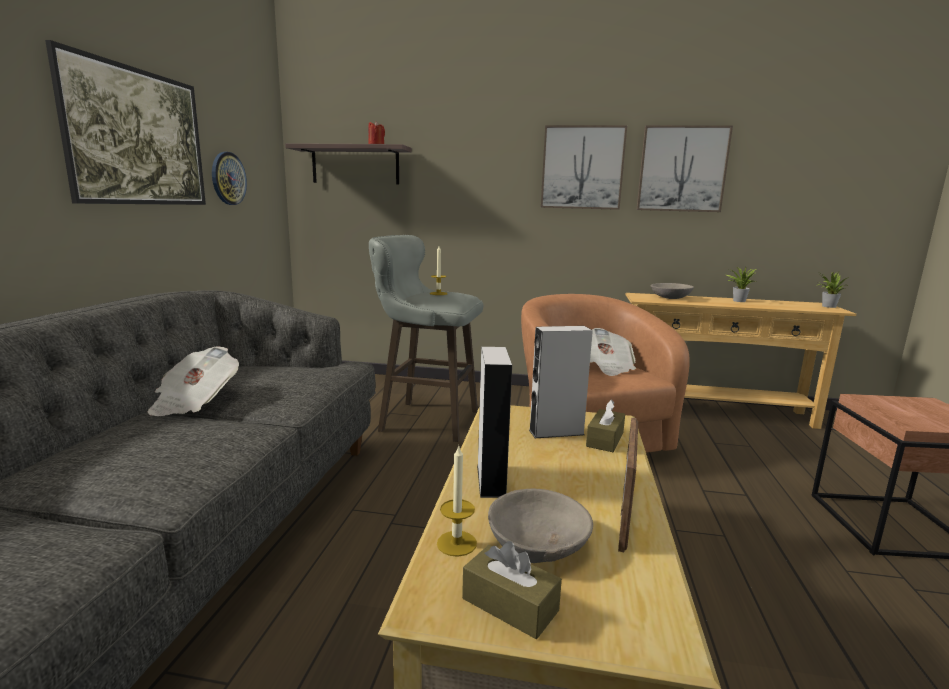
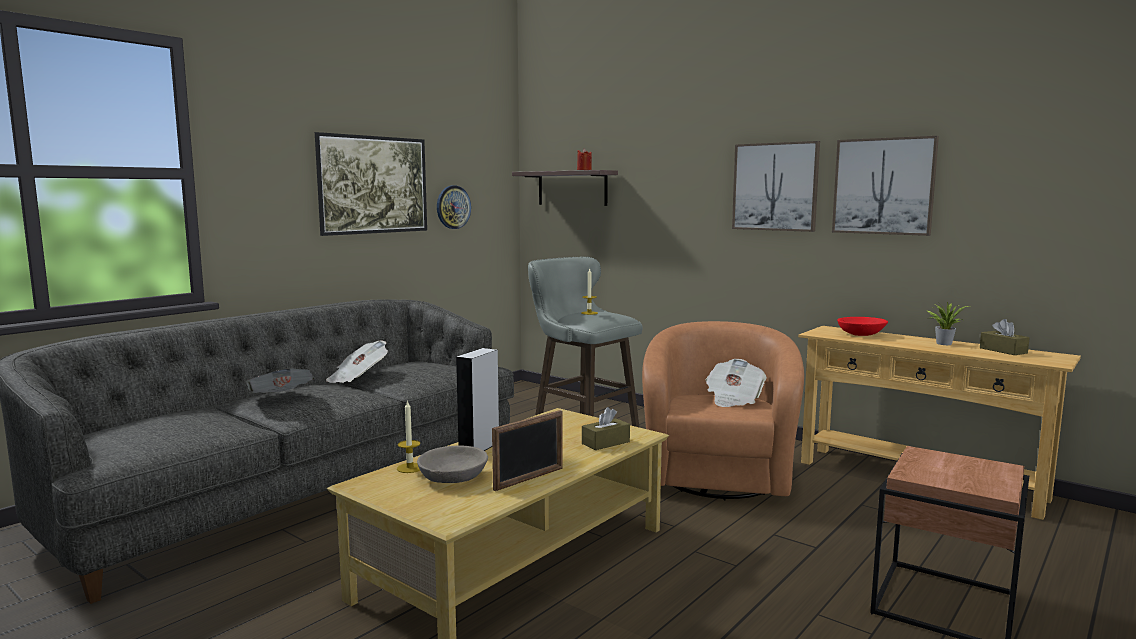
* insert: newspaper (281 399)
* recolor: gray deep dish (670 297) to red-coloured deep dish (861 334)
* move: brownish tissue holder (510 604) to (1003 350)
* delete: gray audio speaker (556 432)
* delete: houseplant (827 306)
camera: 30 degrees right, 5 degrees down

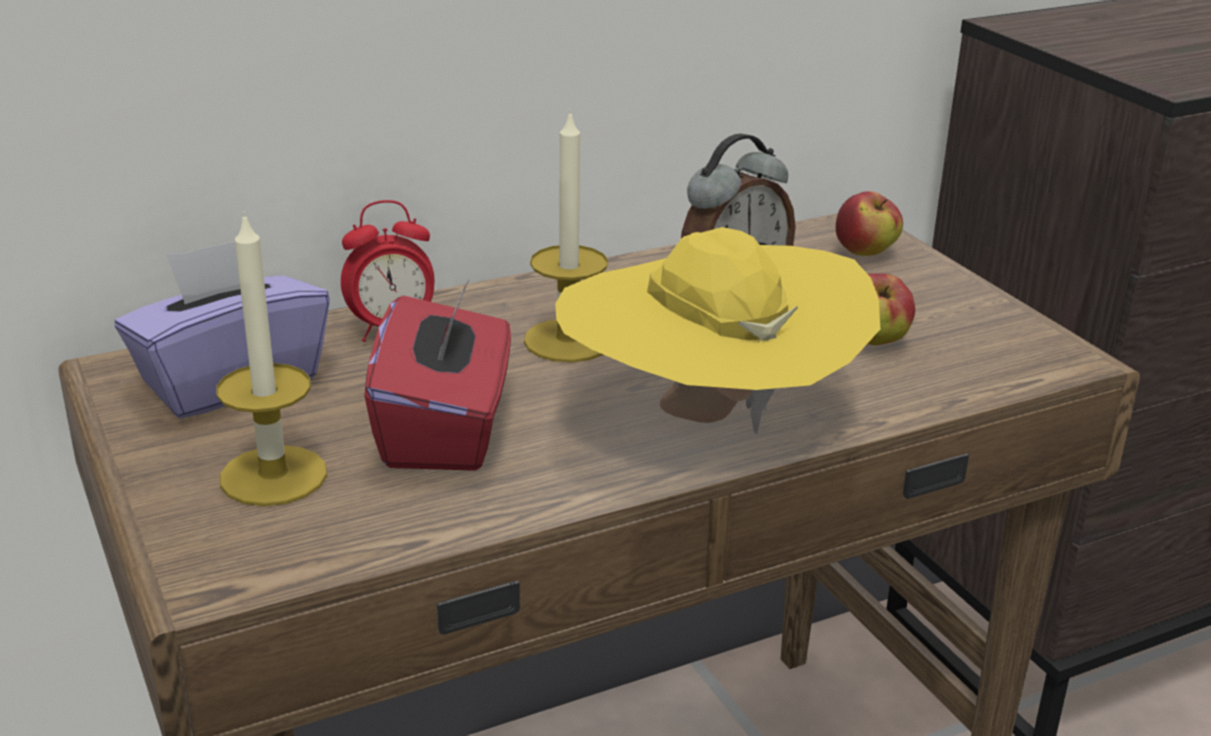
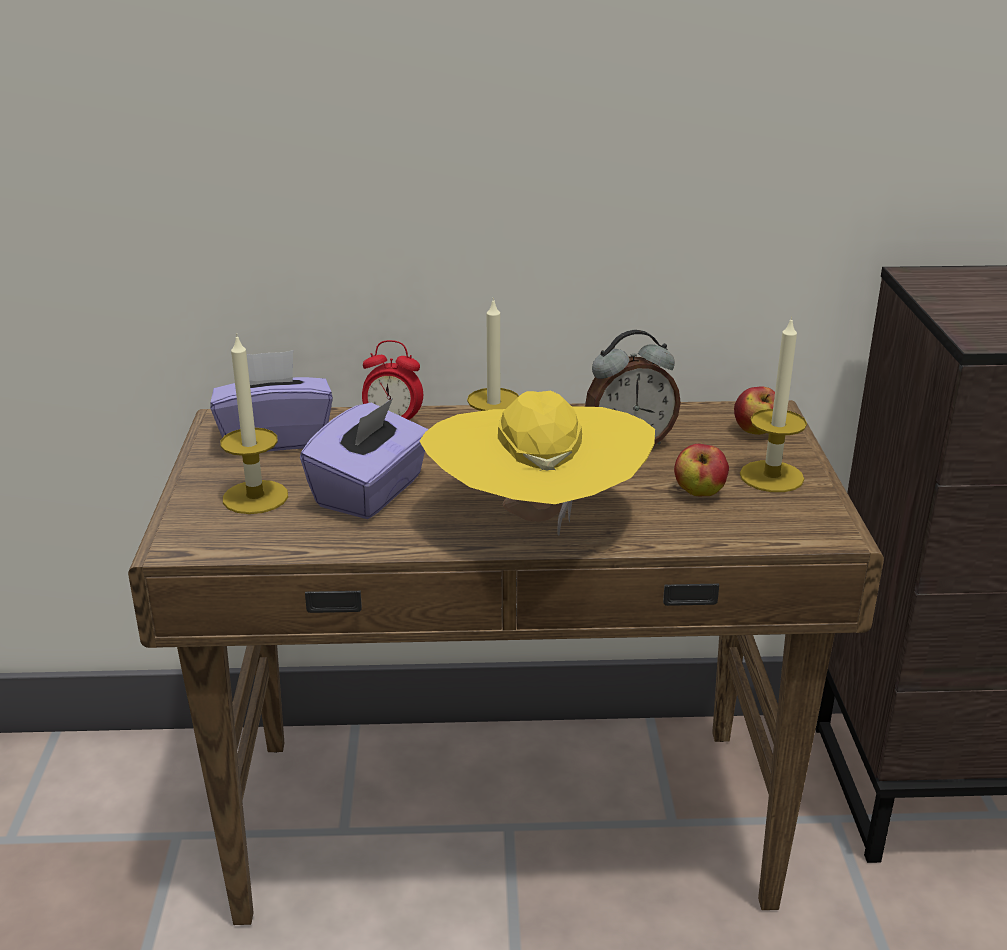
* recolor: red-coloured tissue holder (445 430) to purple-coloured tissue holder (371 492)
* insert: wax light (771 476)
camera: 25 degrees right, 0 degrees up

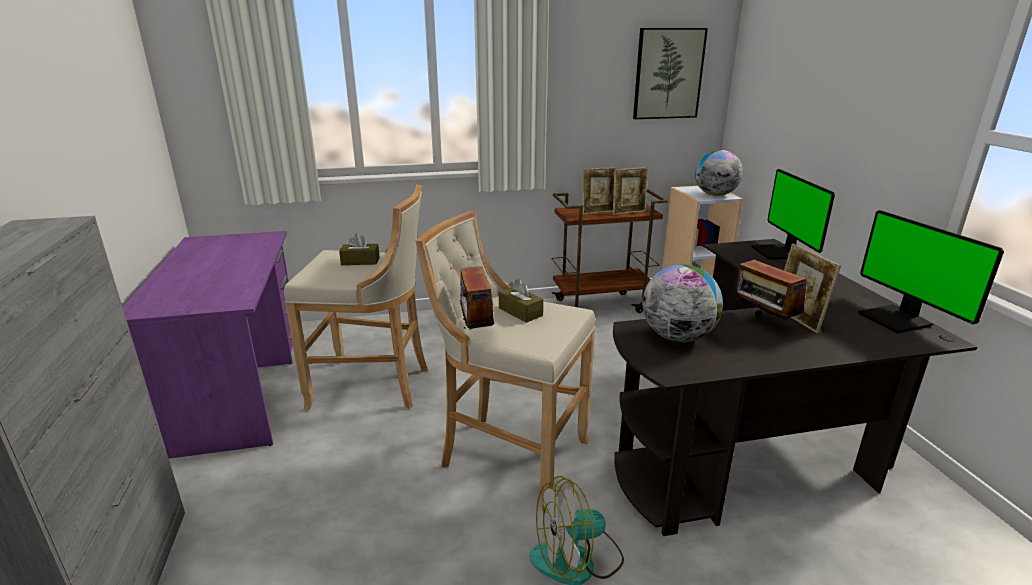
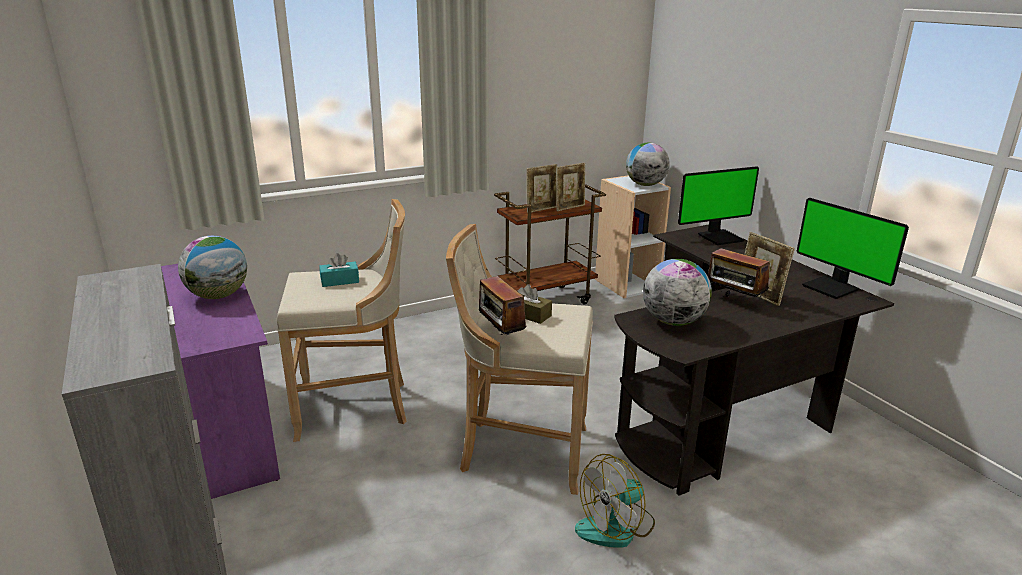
* insert: globe (218 296)
* recolor: brownish tissue holder (360 261) to turquoise tissue holder (340 281)
* rotate: computer screen (779 252) = (719 237) 90 degrees counterclockwise
* delete: wall art (668 74)
camera: 15 degrees left, 0 degrees up

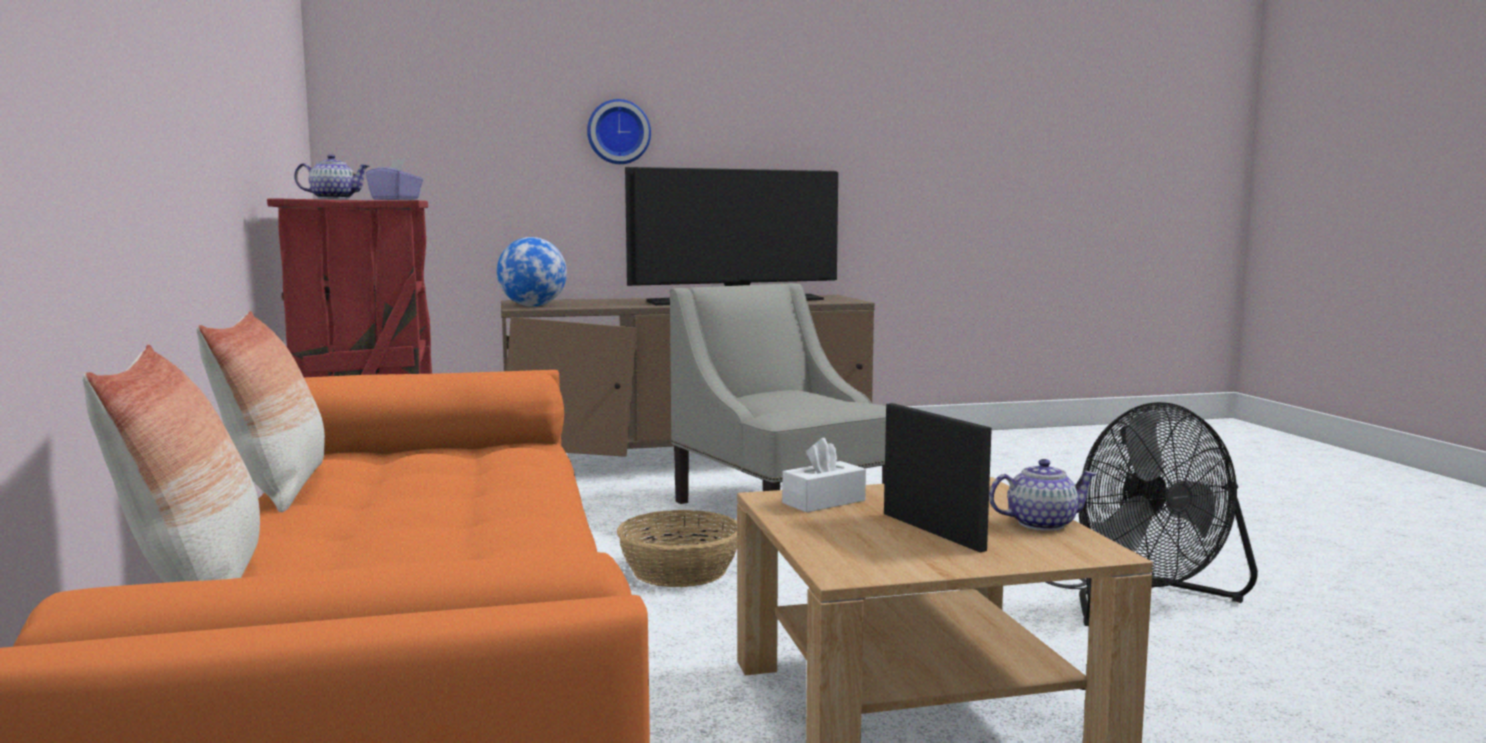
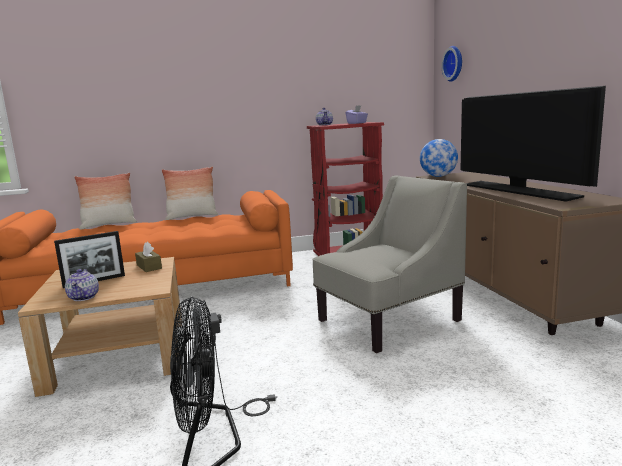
* recolor: whitish tissue holder (824 502) to brownish tissue holder (149 267)
* move: clock on the wall (618 132) to (454 63)
* delete: storage basket (679 571)
camera: 90 degrees right, 5 degrees up

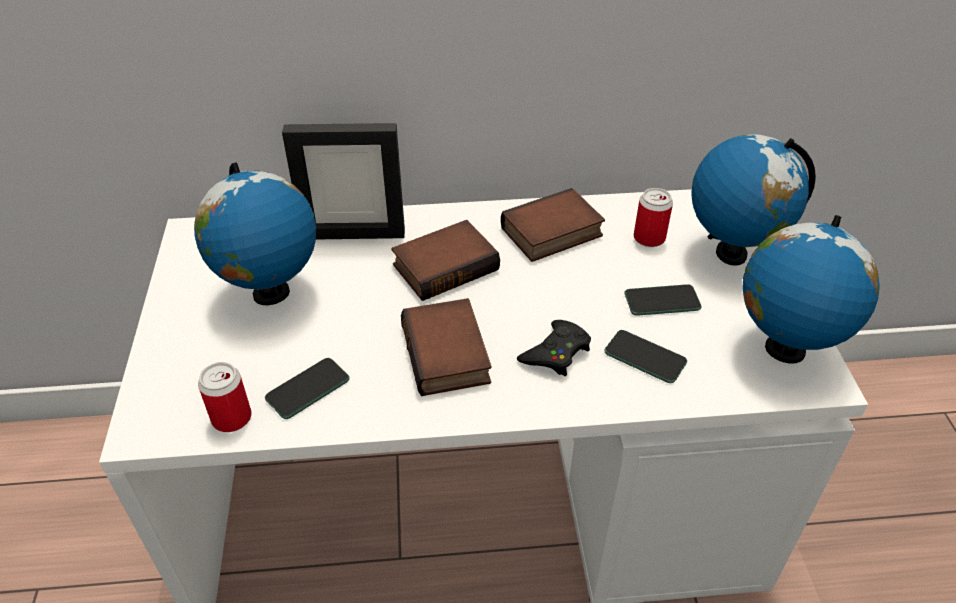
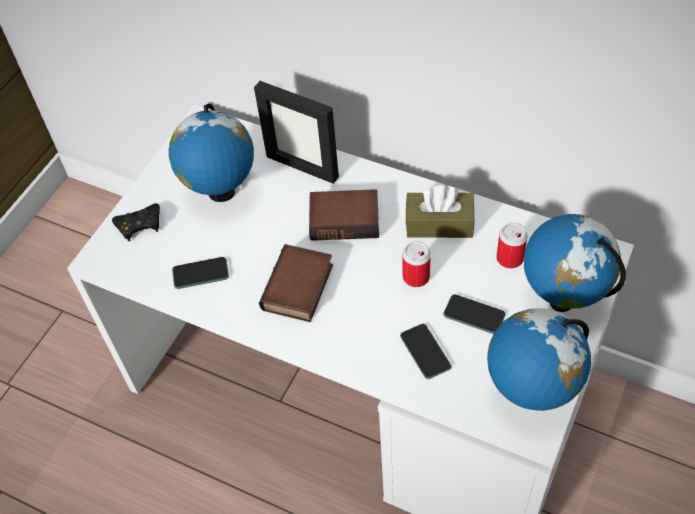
* move: blackish joypad (556 353) to (139 224)
* move: can (231 418) to (416 277)
* replace: volume (551 234) to brownish tissue holder (439 224)
camera: 35 degrees right, 10 degrees up

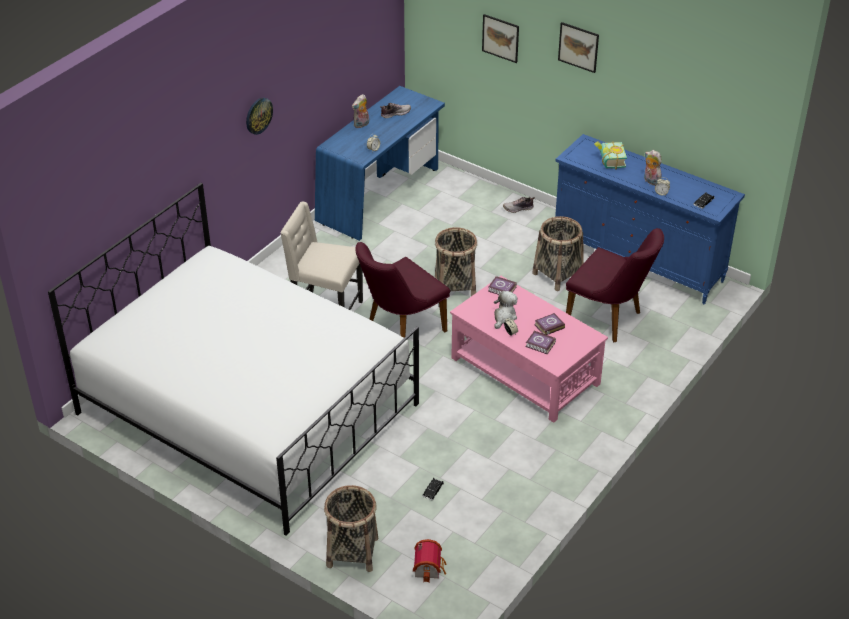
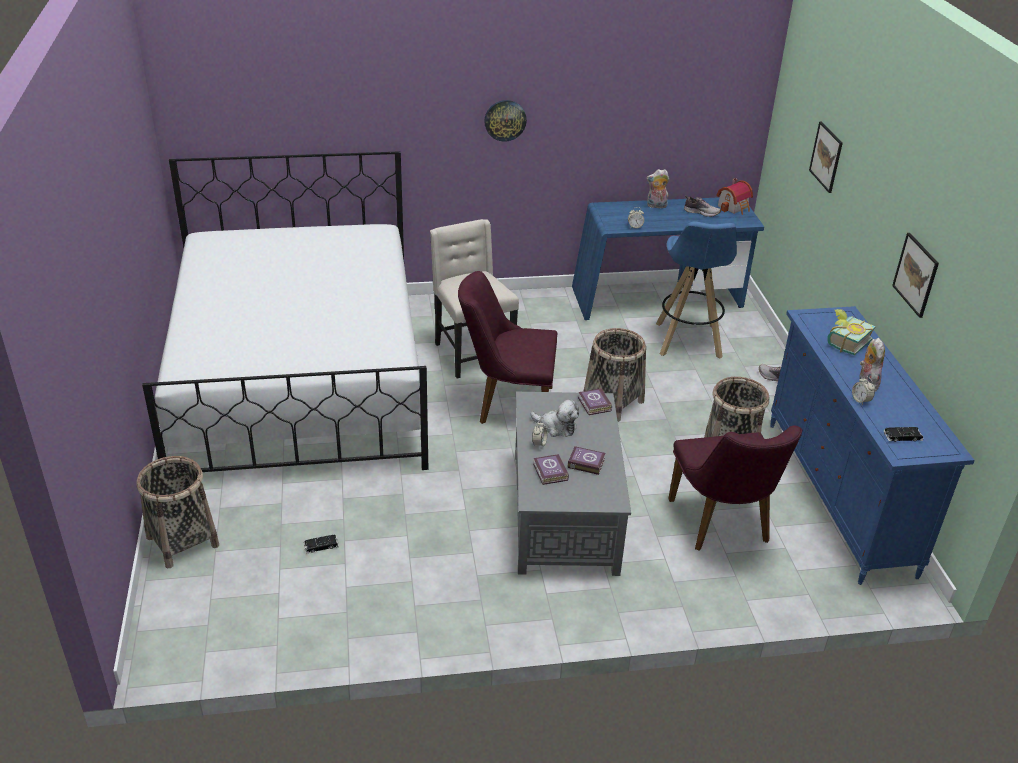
* recolor: pinkish coffee table (524 370) to gray coffee table (564 510)
* rotate: soft toy (504 316) = (556 427) 45 degrees clockwise
* insert: blue-coloured stool (687 341)
* move: miniature house (429 567) to (734 207)
* move: wall art (578 47) to (916 274)
camera: 45 degrees right, 5 degrees down

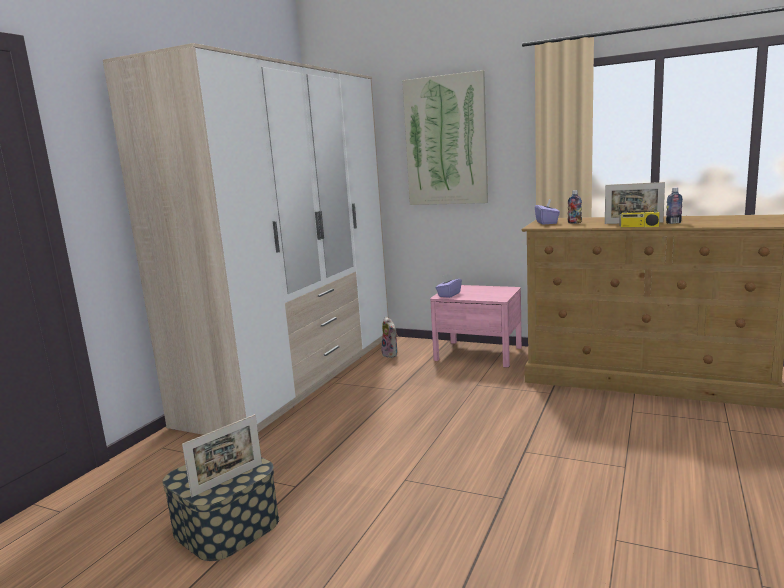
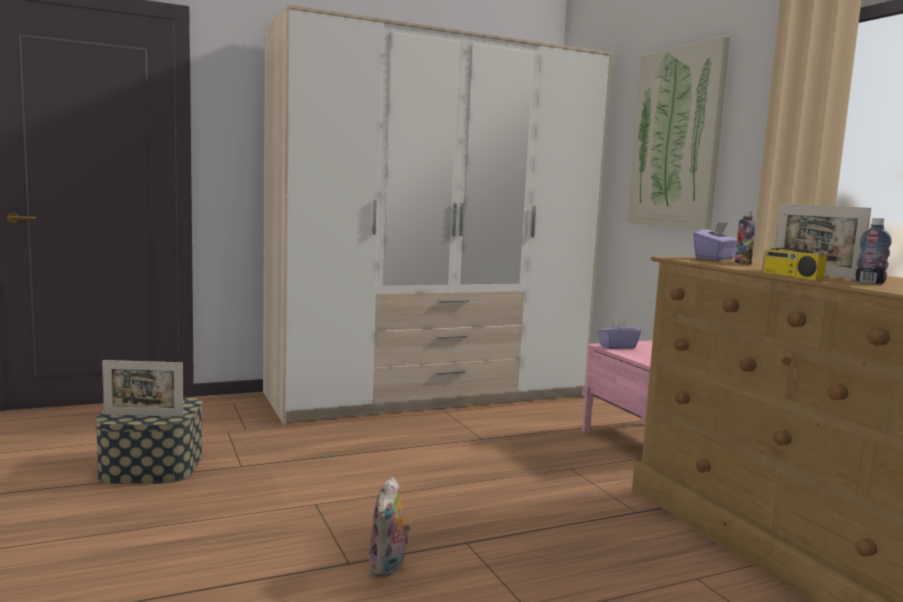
* move: soft toy (391 354) to (388 567)
camera: 40 degrees right, 5 degrees down

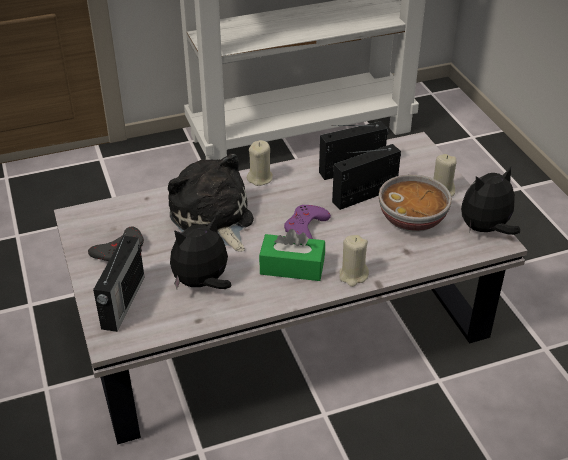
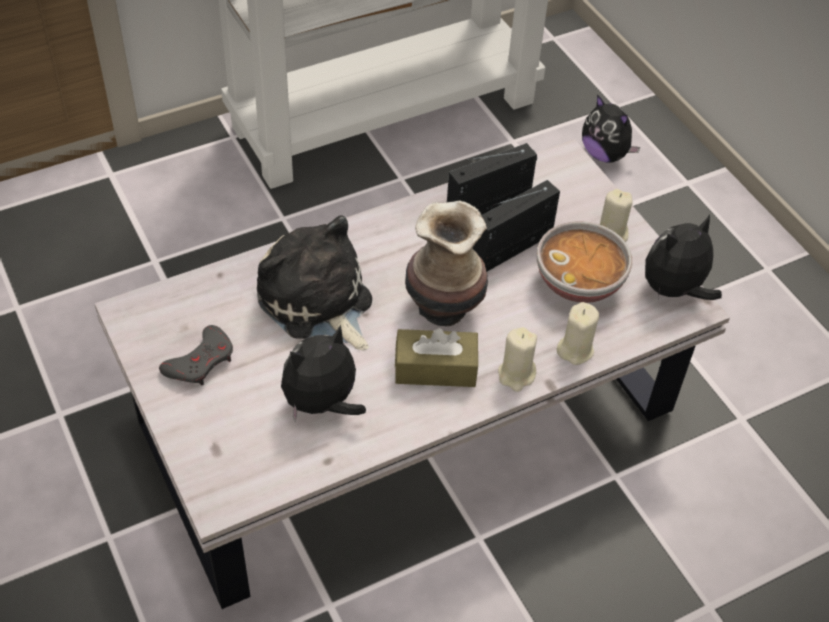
* recolor: greenish tissue holder (292 267) to brownish tissue holder (435 368)
* replace: purple-coloured joypad (305 228) to decorative vase (443 306)
* move: beige wax light (260 178) to (575 350)
* insert: soft toy (605 154)
* delete: radio receiver (122 303)
camera: 10 degrees left, 10 degrees up

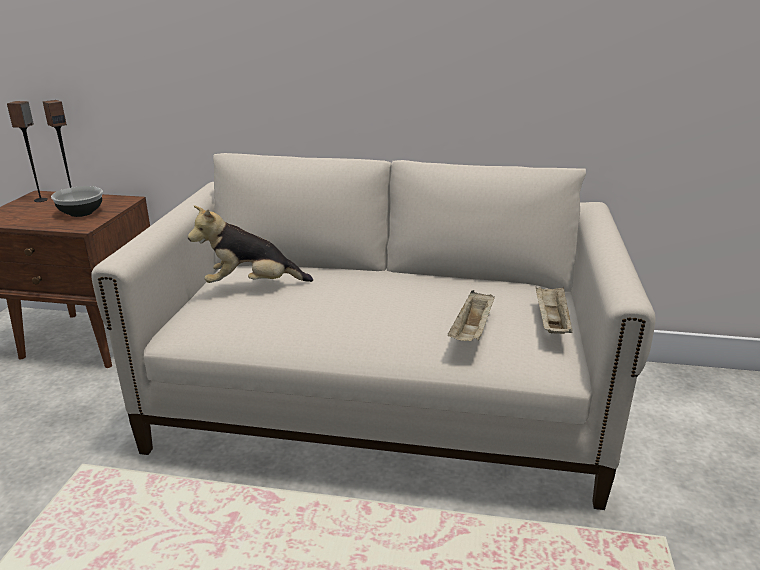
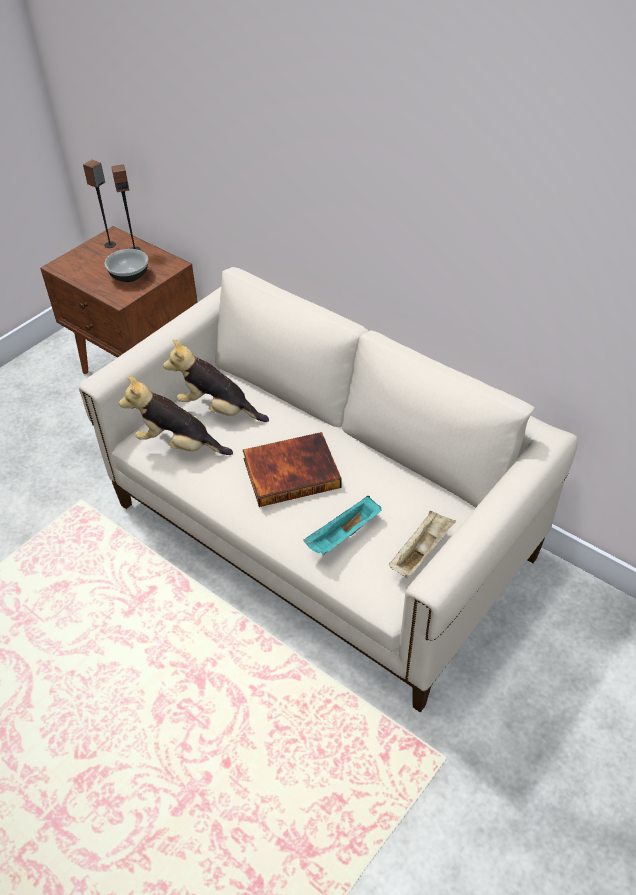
* insert: soft toy (179 445)
* insert: volume (291 471)
* recolor: beige tray (472 331) to turquoise tray (343 536)
camera: 30 degrees right, 20 degrees up

